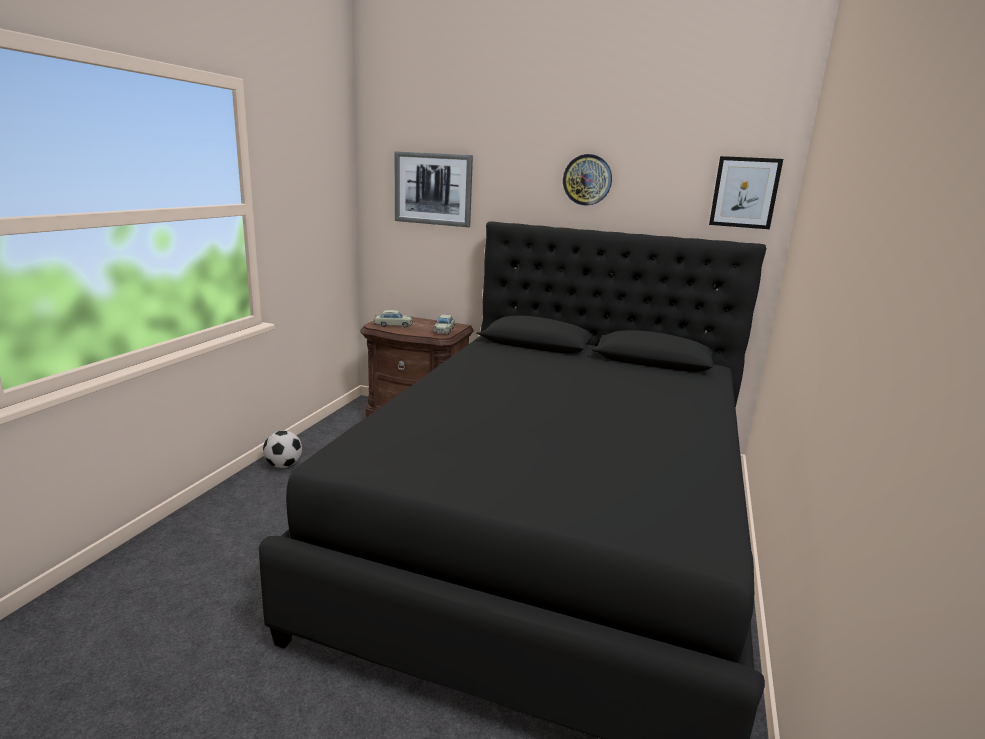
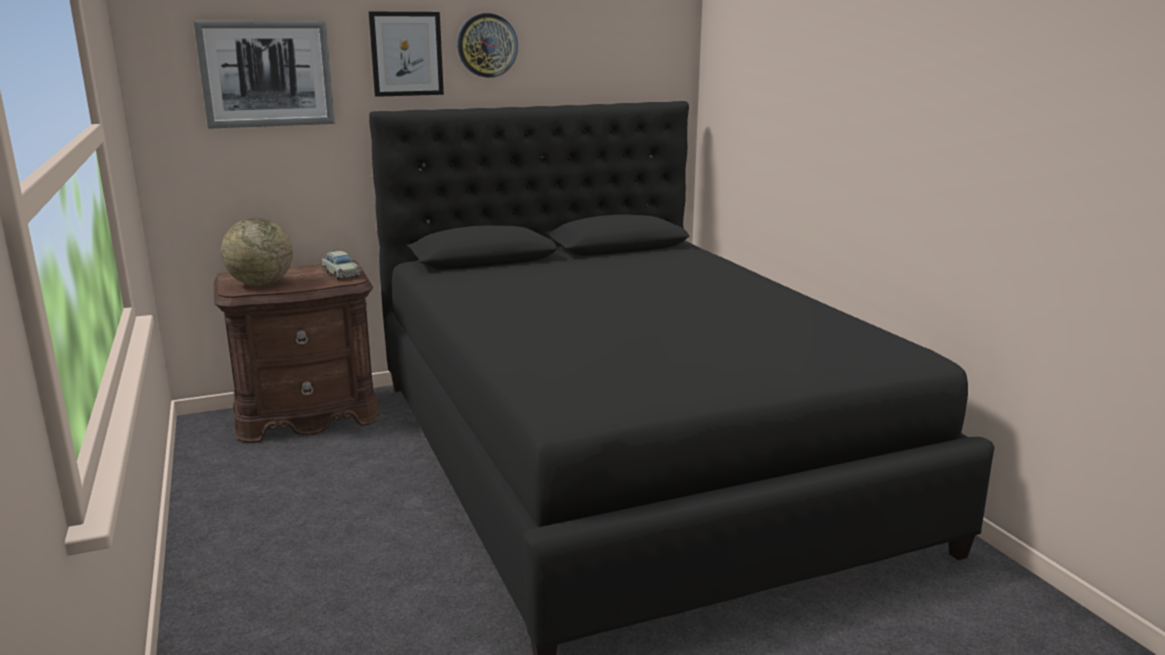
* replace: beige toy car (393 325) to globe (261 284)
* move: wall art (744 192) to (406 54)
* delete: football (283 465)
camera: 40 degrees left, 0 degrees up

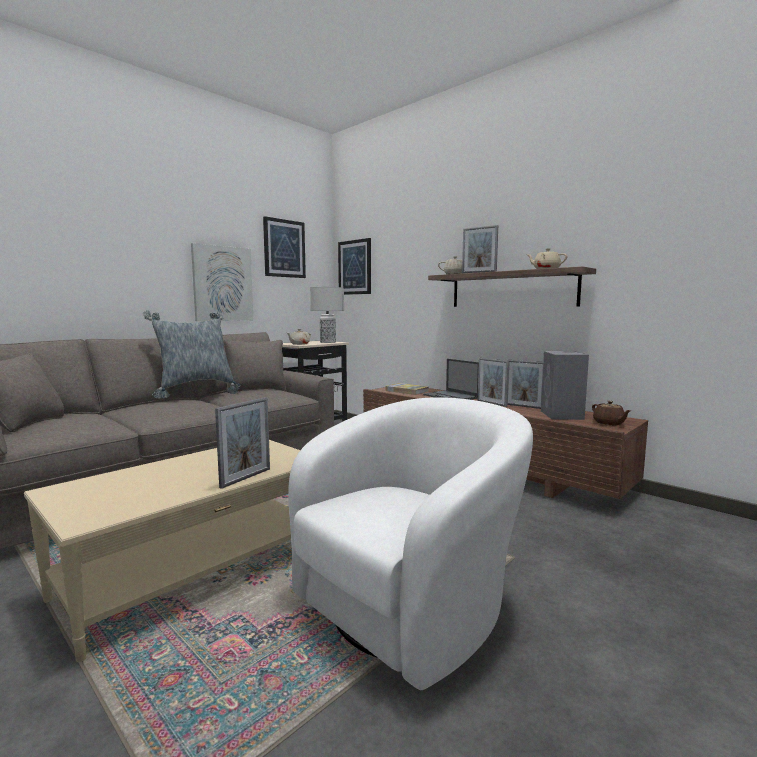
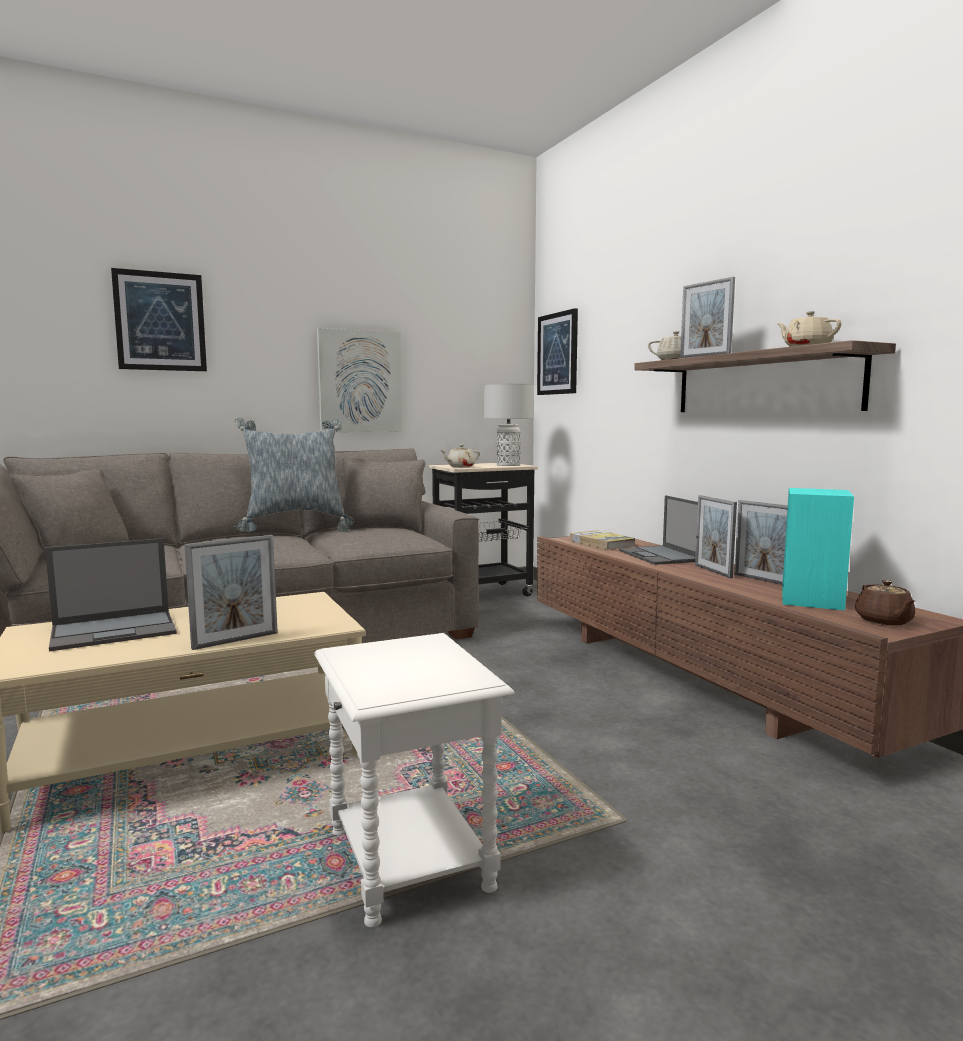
* insert: portable computer (115 630)
* move: wall art (284 248) to (160 321)
* replace: whitish lounge chair (413 606) to whitish accent table (412 858)
* recolor: gray audio speaker (562 415) to turquoise audio speaker (811 600)
camera: 20 degrees right, 0 degrees up

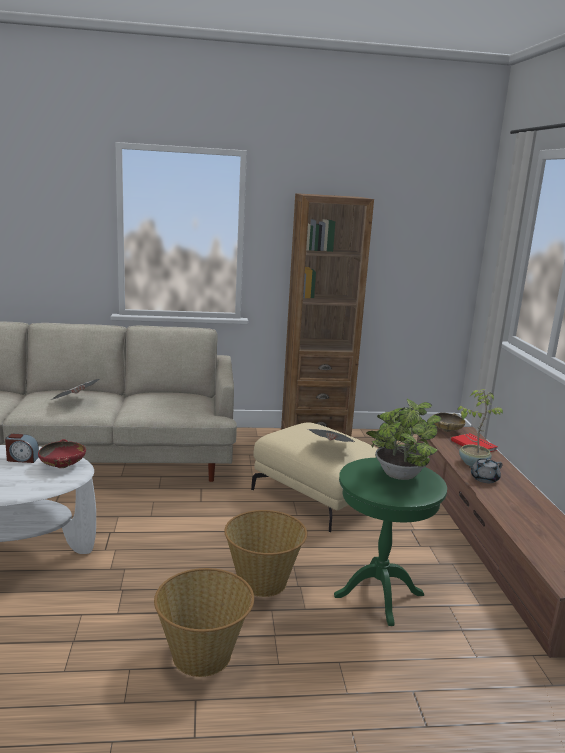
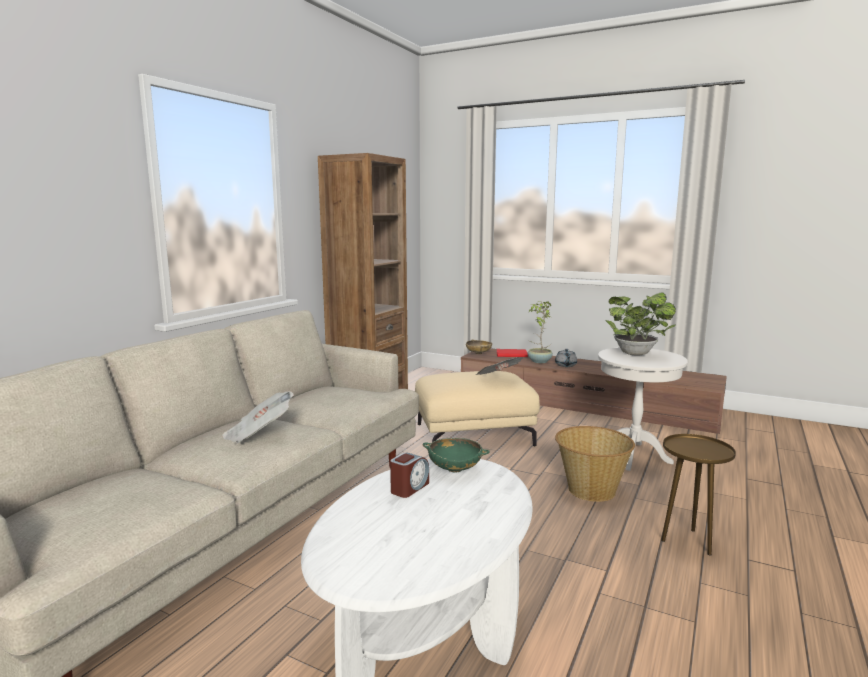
* recolor: red-coloured deep dish (63 466) to greenish deep dish (455 469)
* recolor: greenish accent table (379 595) to whitish accent table (634 456)
* replace: storage basket (203 655) to brownish accent table (688 541)
camera: 55 degrees left, 5 degrees down

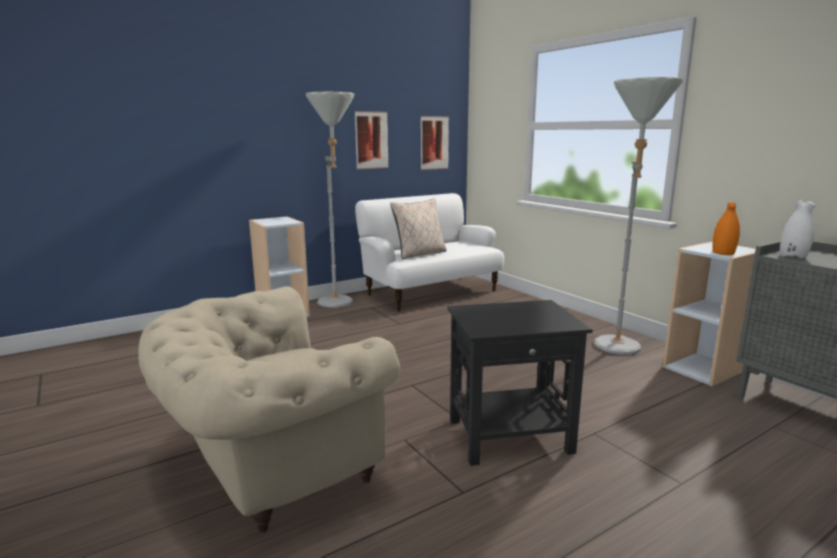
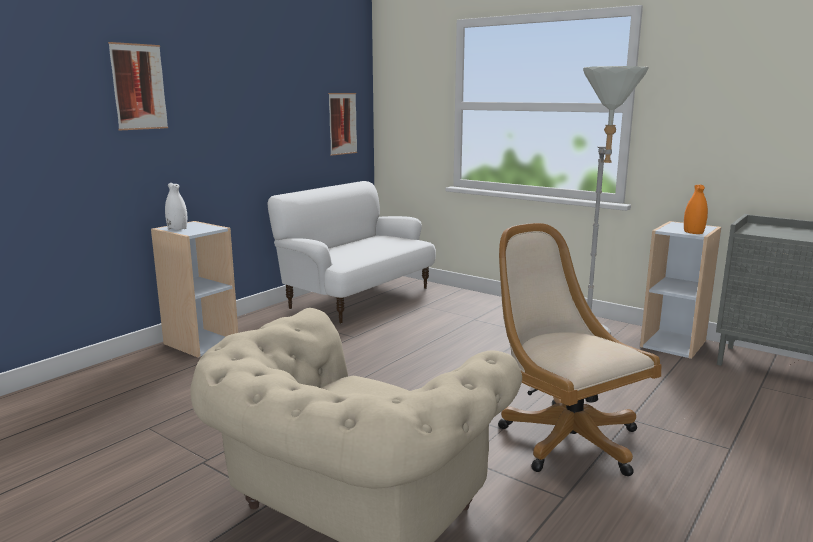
* move: wall art (371 140) to (139 87)
* move: whitish decorative vase (793 256) to (177 229)
* replace: blackish accent table (511 436) to computer chair (562 435)
* delete: gray standing lamp (338 304)
* delete: beige pillow (420 254)
camera: 20 degrees left, 0 degrees up

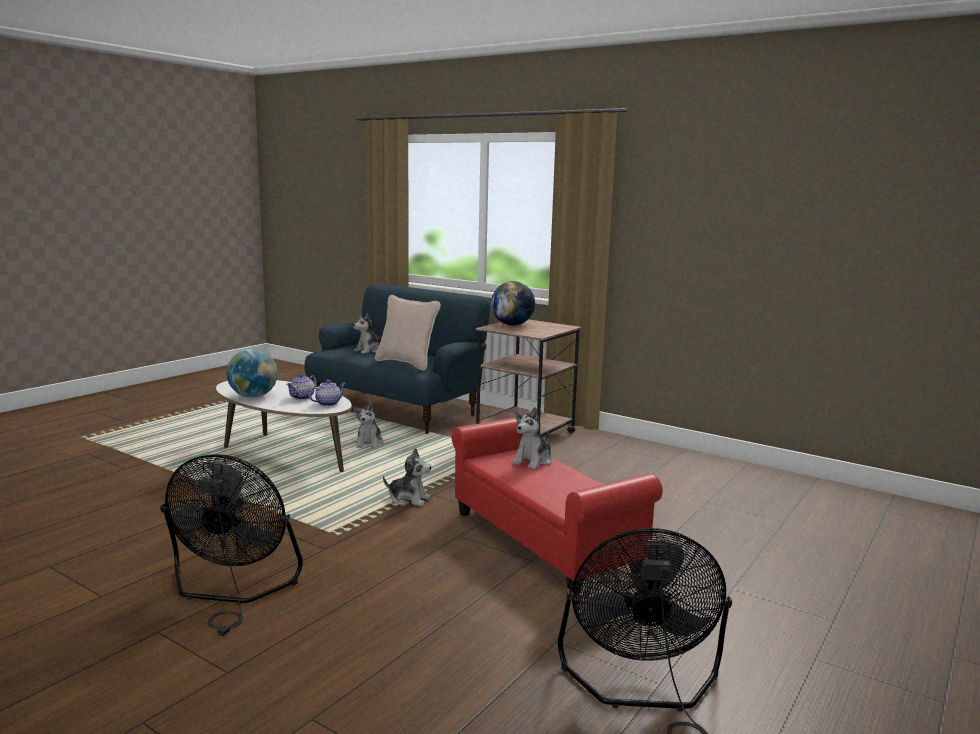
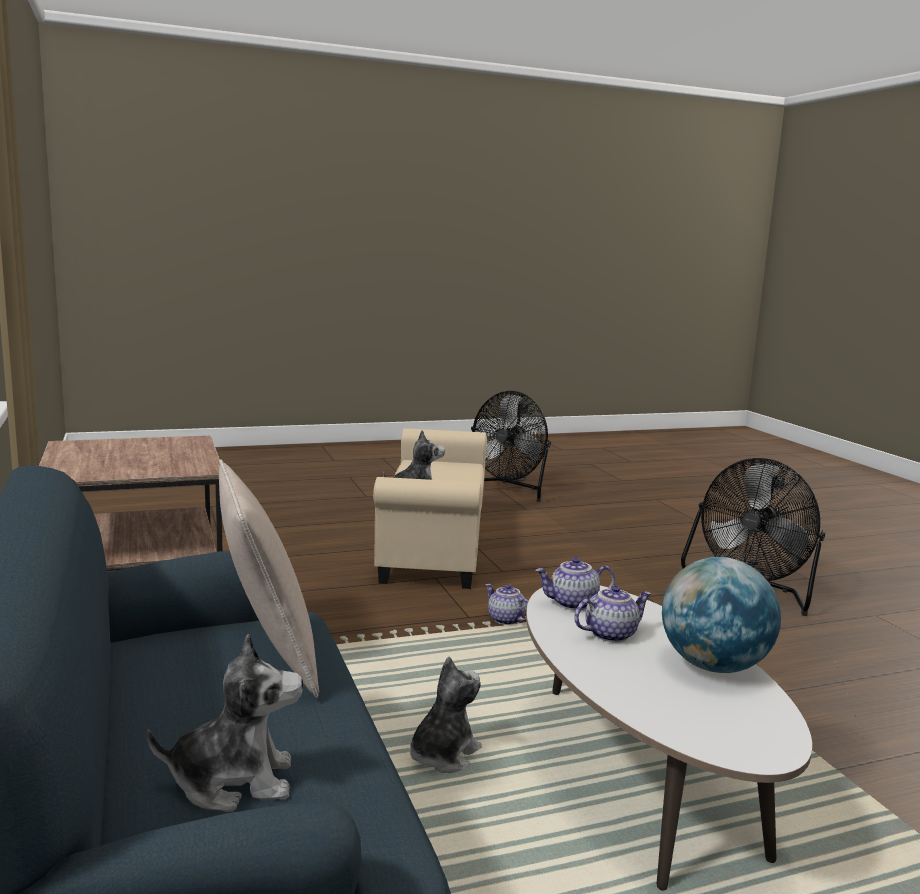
* recolor: red-coloured ottoman (544 541) to beige ottoman (433 547)
* replace: soft toy (409 499) to tea pot (505 620)
* delete: globe (512 325)
camera: 145 degrees left, 0 degrees up

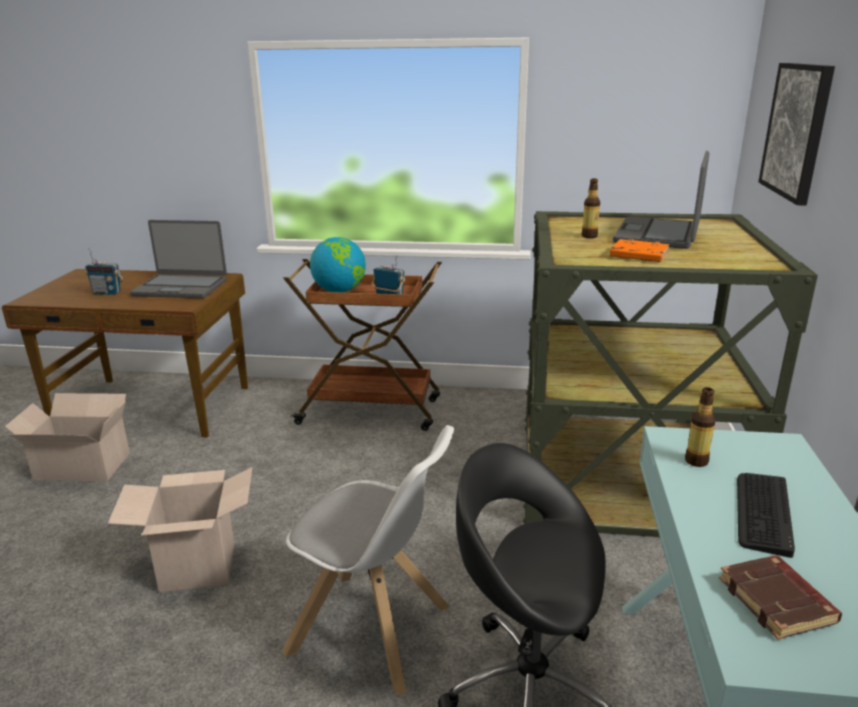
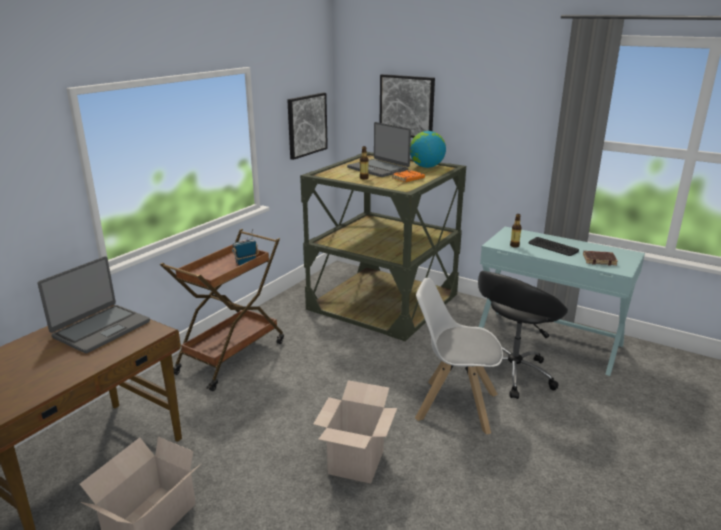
* insert: wall art (306 125)
* move: globe (339 291) to (426 167)
* rotate: plain chair (374 631) = (454 406) 120 degrees counterclockwise
* delete: radio receiver (107 293)
camera: 65 degrees left, 0 degrees up

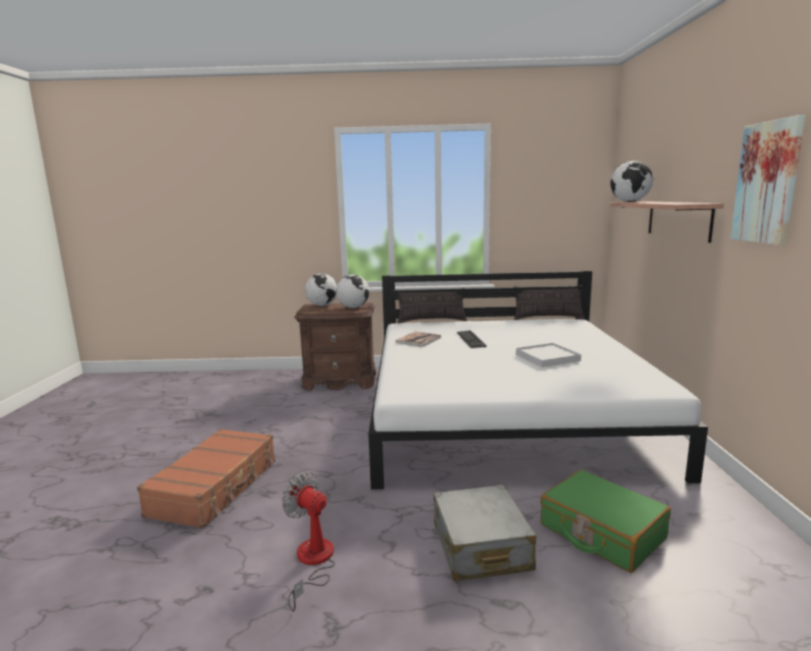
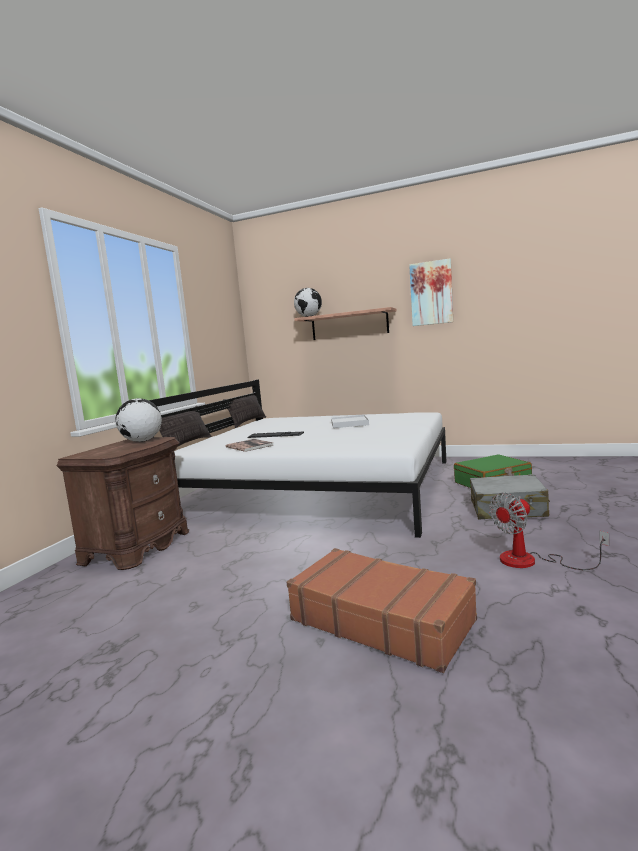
* delete: globe (322 305)
camera: 70 degrees left, 5 degrees down

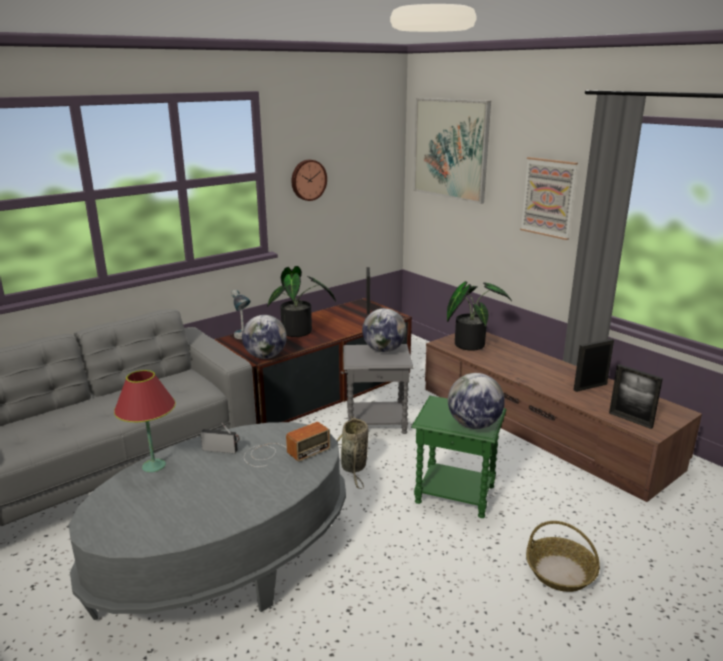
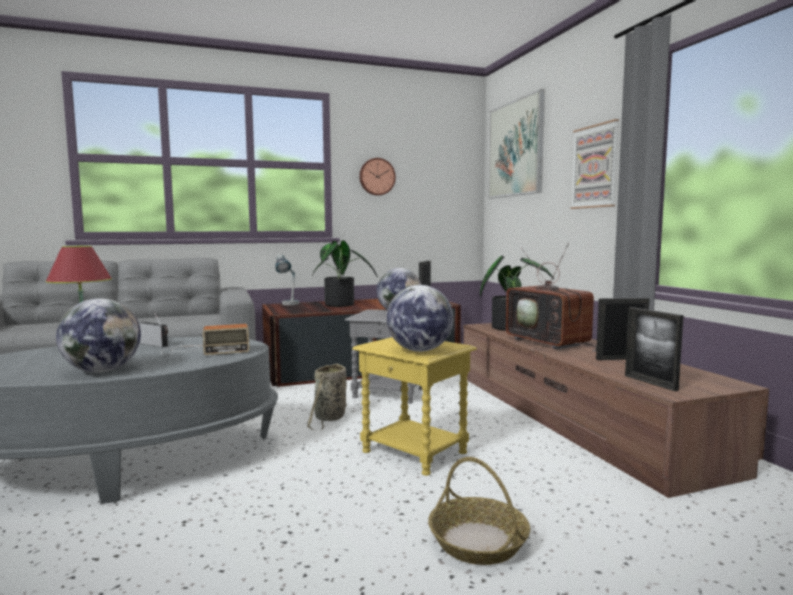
* move: globe (265 356) to (102 371)
* recolor: greenish accent table (455 493) to yellow accent table (415 451)
* insert: television (551 342)
camera: 20 degrees right, 15 degrees down

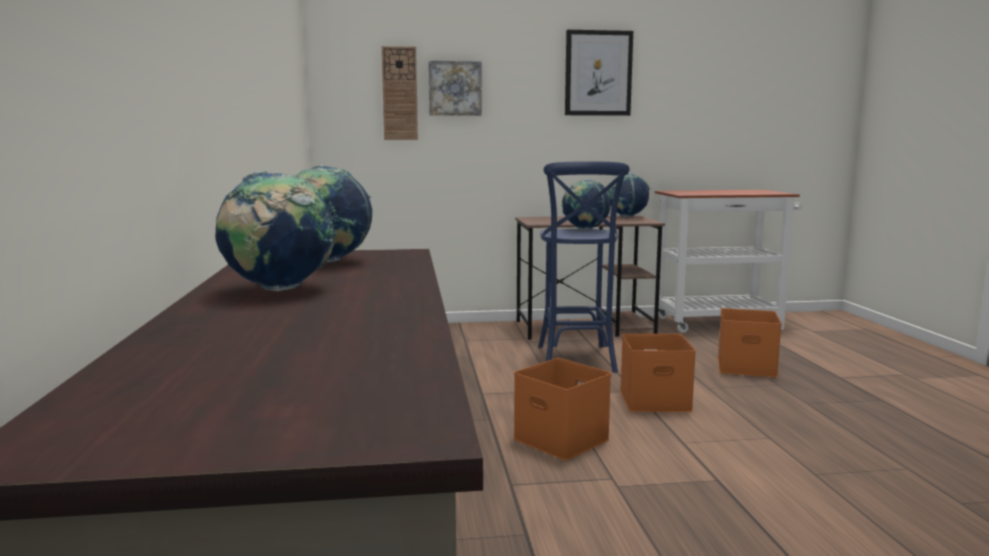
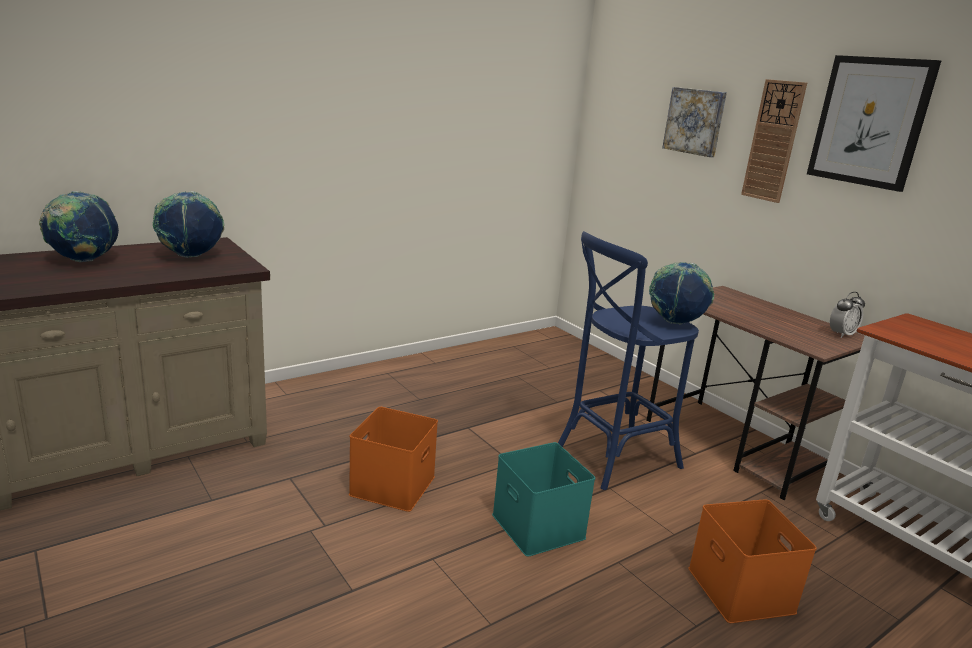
* recolor: orange-coloured storage box (656 400) to turquoise storage box (540 527)
* move: clock on the wall (400 93) to (773 141)
* replace: globe (627 217) to alarm clock (841 334)
camera: 60 degrees right, 10 degrees up

